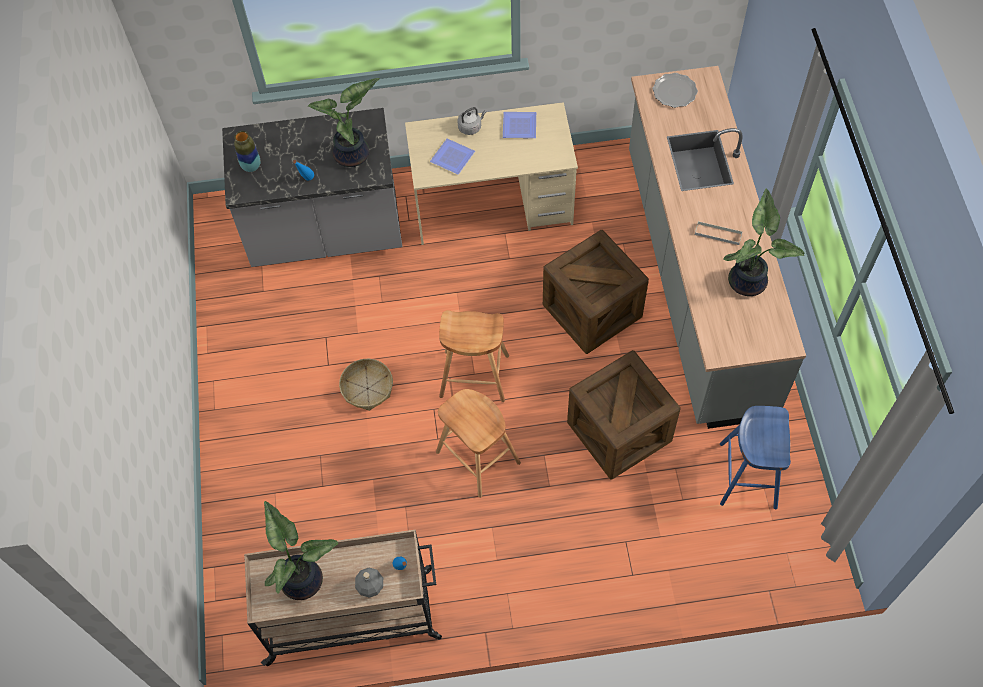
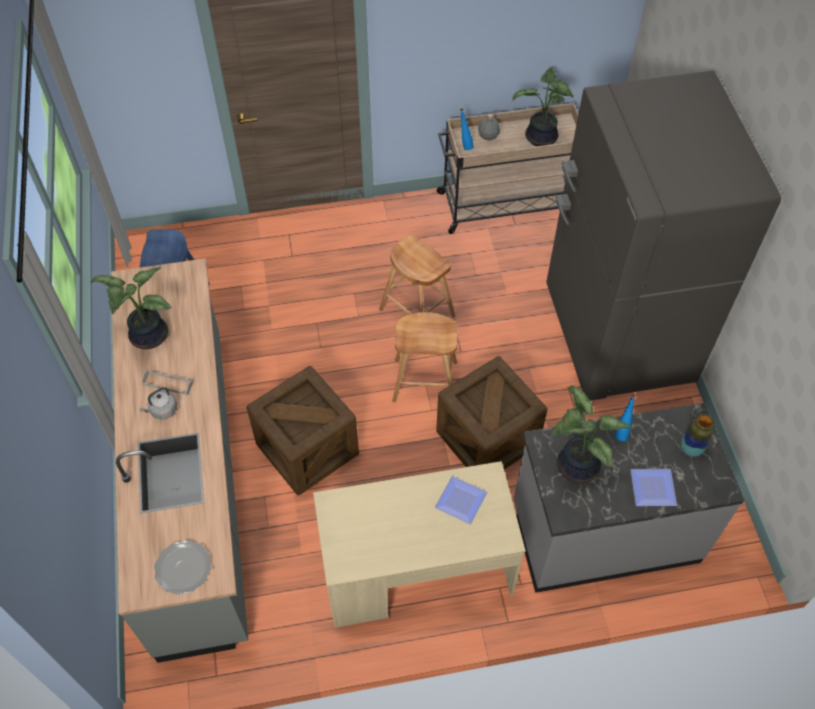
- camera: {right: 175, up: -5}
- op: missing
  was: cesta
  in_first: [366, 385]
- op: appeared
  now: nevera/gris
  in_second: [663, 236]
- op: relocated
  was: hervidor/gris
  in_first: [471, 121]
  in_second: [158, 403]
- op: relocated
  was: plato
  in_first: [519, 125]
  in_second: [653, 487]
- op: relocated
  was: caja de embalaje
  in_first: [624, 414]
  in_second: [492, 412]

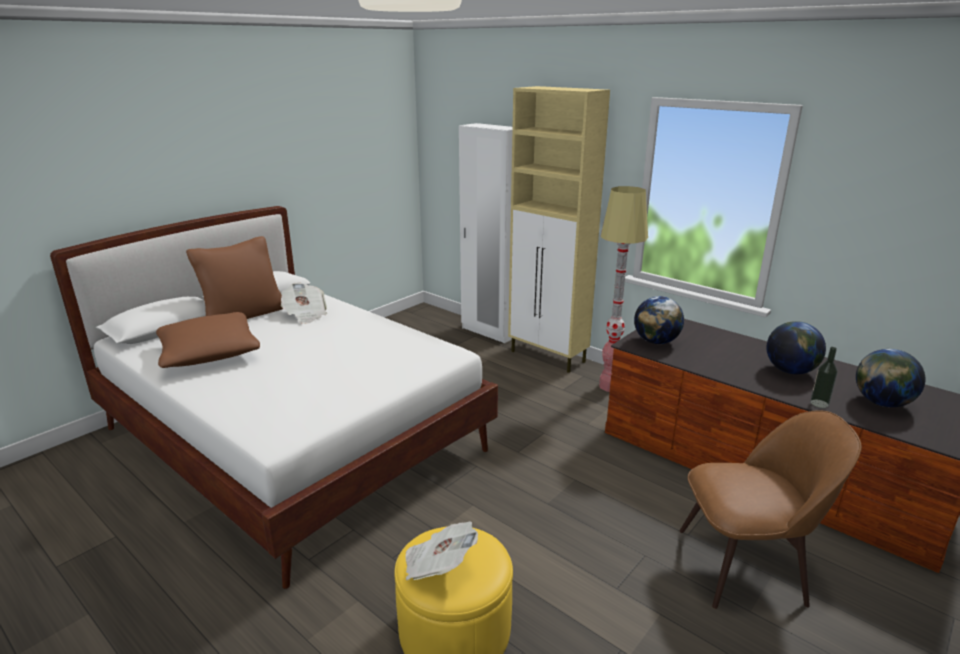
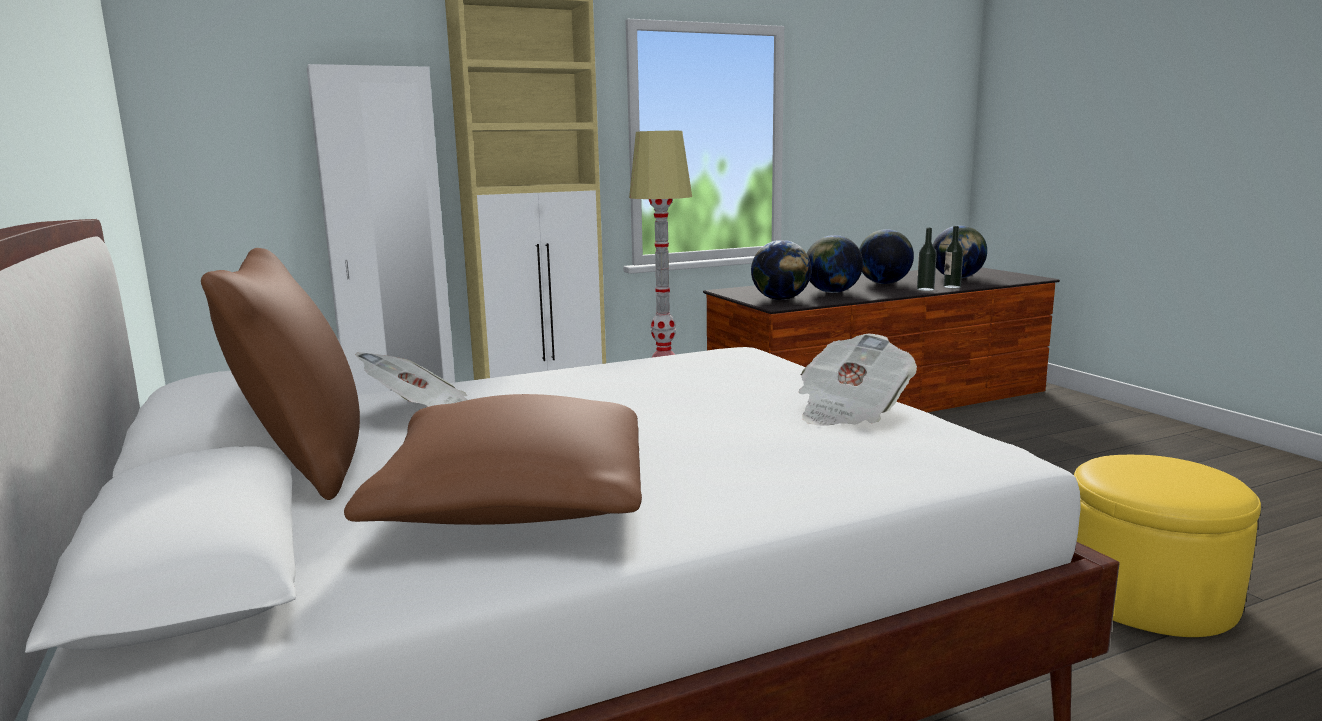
- camera: {right: -65, up: -10}
- op: missing
  was: silla/marrón
  in_first: [770, 509]
- op: appeared
  now: globo terráqueo
  in_second: [835, 264]
- op: appeared
  now: botella
  in_second: [927, 259]
- op: relocated
  was: periódico
  in_first: [441, 550]
  in_second: [857, 380]

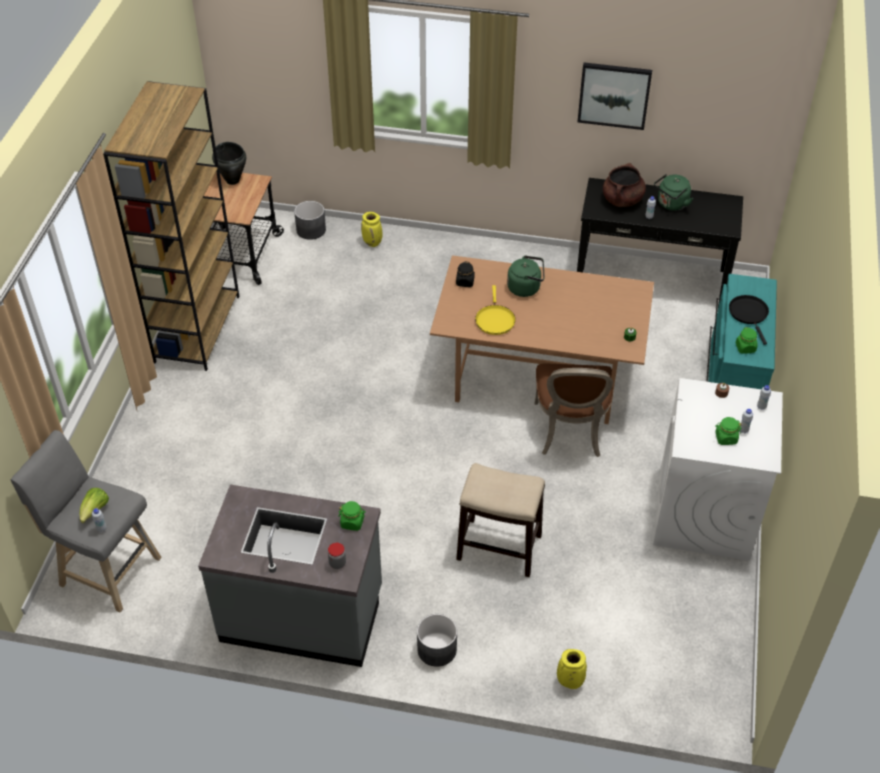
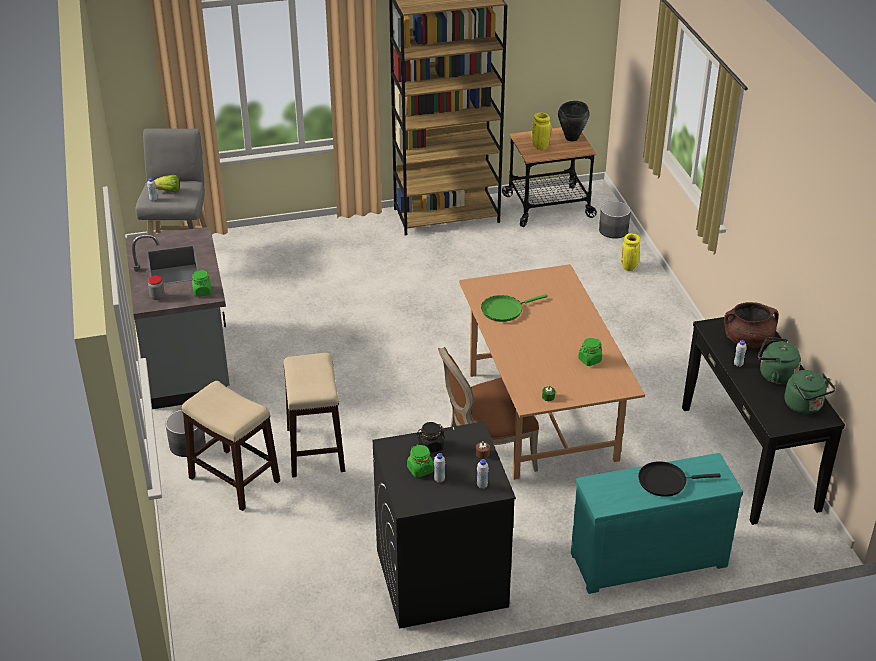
- camera: {right: 65, up: -10}
- op: missing
  was: cuadro
  in_first: [615, 96]
- op: appeared
  now: taburete
  in_second: [231, 446]
- op: relocated
  was: tarro/negro
  in_first: [465, 274]
  in_second: [431, 437]
- op: relocated
  was: hervidor/verde
  in_first: [526, 276]
  in_second: [810, 392]
- op: relocated
  was: florero/amarillo
  in_first: [572, 669]
  in_second: [541, 131]
- op: relocated
  was: tarro/verde
  in_first: [746, 340]
  in_second: [590, 352]
- op: colour
  was: sartén/amarillo
  now: sartén/verde
  in_first: [495, 310]
  in_second: [514, 308]
- op: colour
  was: lavadora/blanco
  now: lavadora/negro
  in_first: [718, 469]
  in_second: [444, 525]
- op: spun
  was: sartén/negro
  in_first: [749, 320]
  in_second: [679, 479]
  clockwise: -150

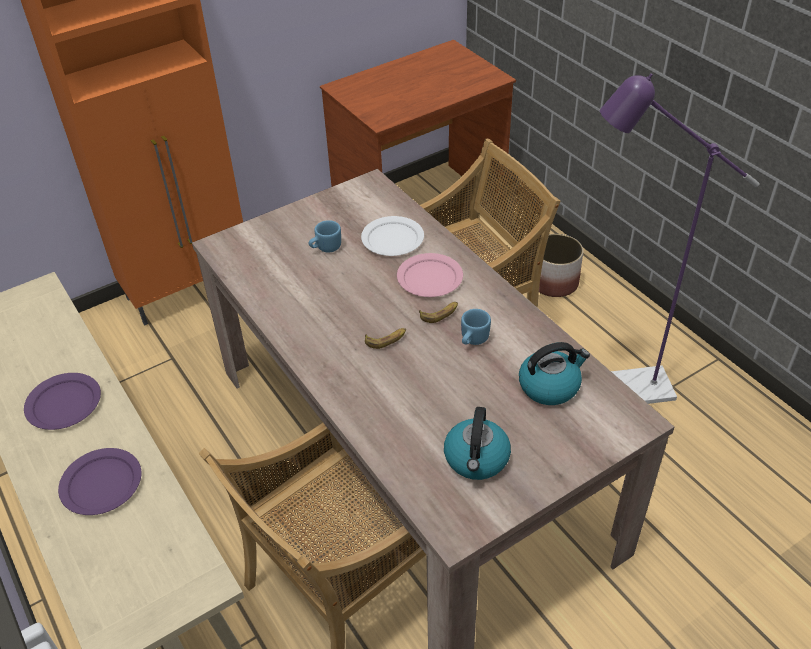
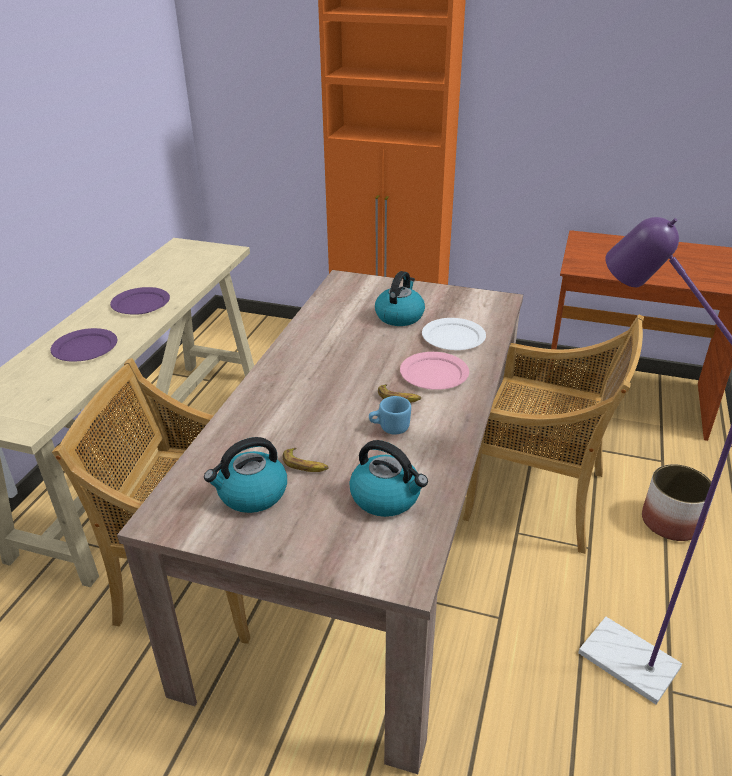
- camera: {right: 50, up: -10}
- op: relocated
  was: plátano
  in_first: [385, 338]
  in_second: [306, 460]
- op: exchanged
  was: taza grande/azul
  now: hervidor
  in_first: [325, 236]
  in_second: [400, 298]

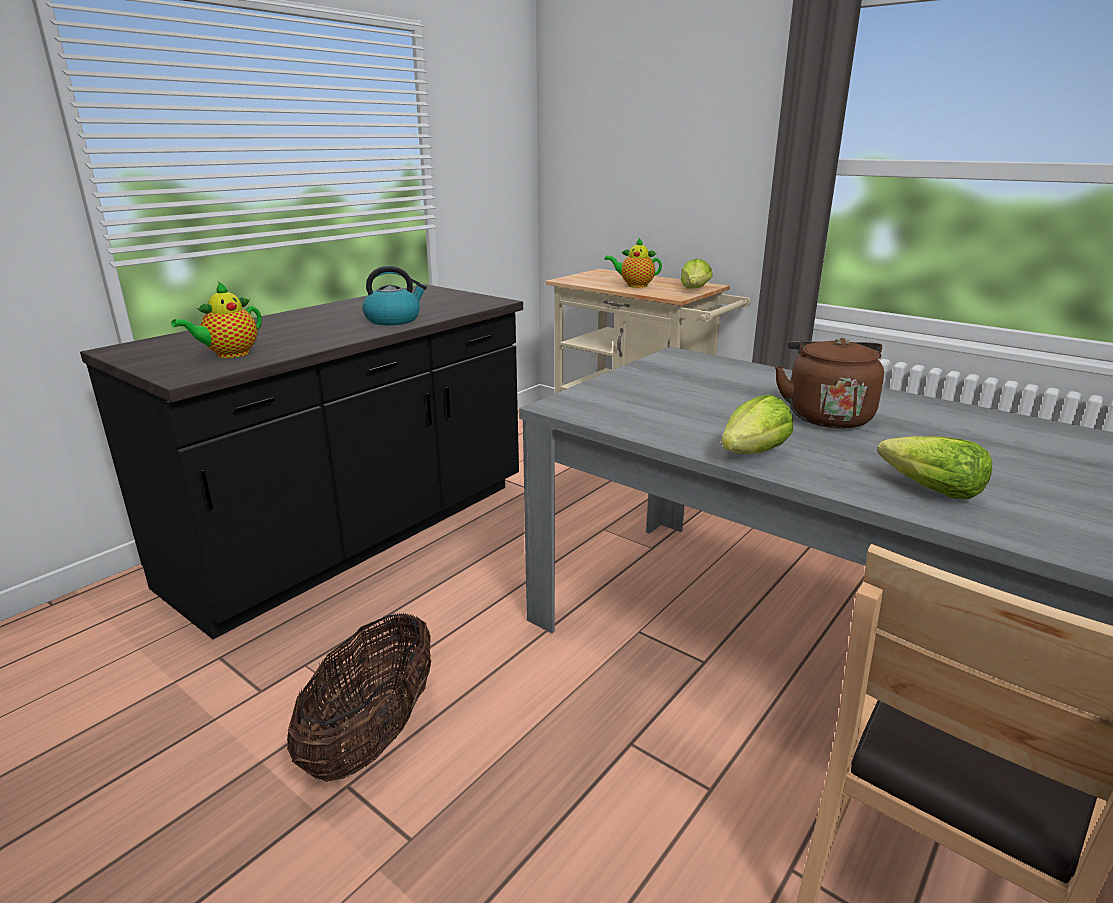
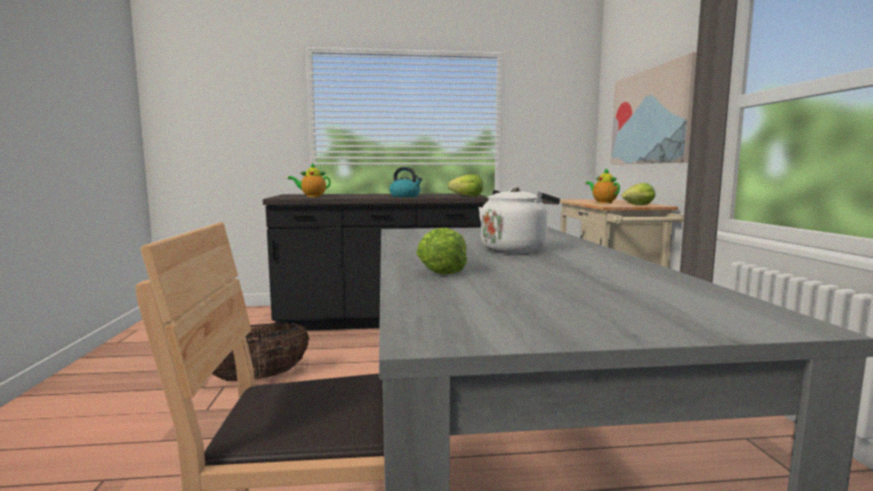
- camera: {right: 45, up: -15}
- op: appeared
  now: cuadro
  in_second: [654, 108]
- op: relocated
  was: lechuga
  in_first: [757, 424]
  in_second: [465, 185]
- op: colour
  was: hervidor/marrón
  now: hervidor/blanco
  in_first: [829, 383]
  in_second: [519, 220]

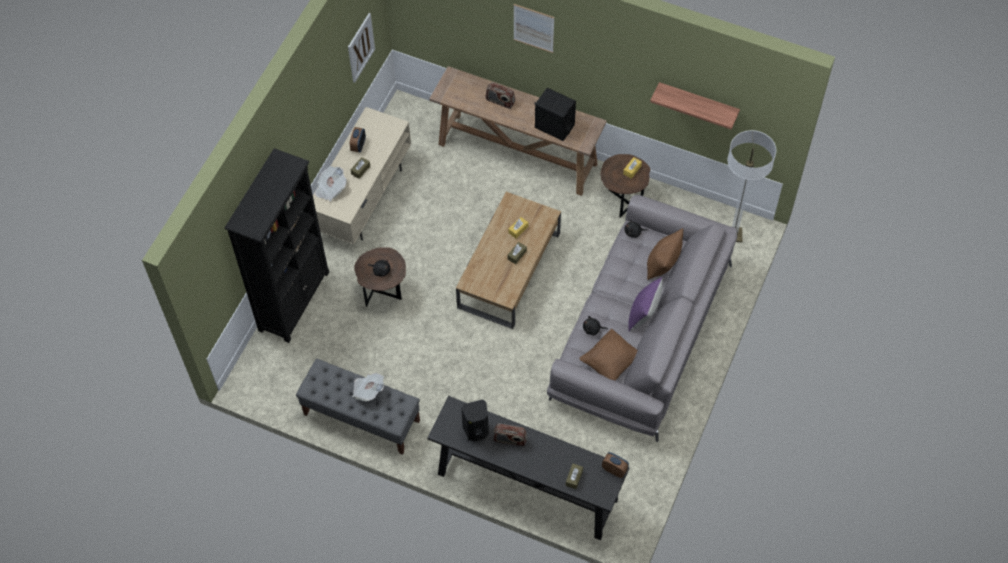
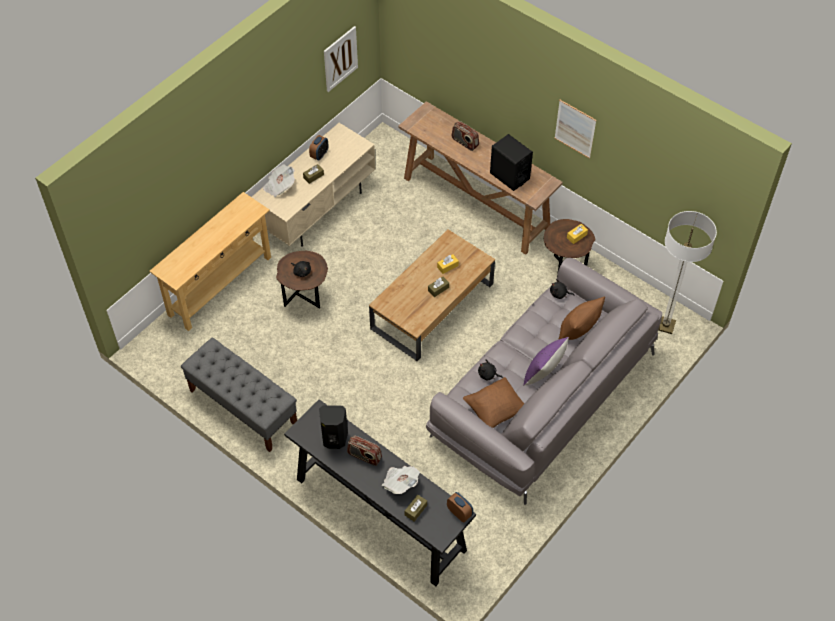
- camera: {right: 15, up: -5}
- op: missing
  was: estante
  in_first: [695, 105]
- op: relocated
  was: periódico
  in_first: [368, 387]
  in_second: [400, 480]
- op: relocated
  was: cuadro
  in_first: [533, 28]
  in_second: [575, 129]
- op: exchanged
  was: estantería/negro
  now: mesa consola/beis
  in_first: [277, 245]
  in_second: [210, 261]

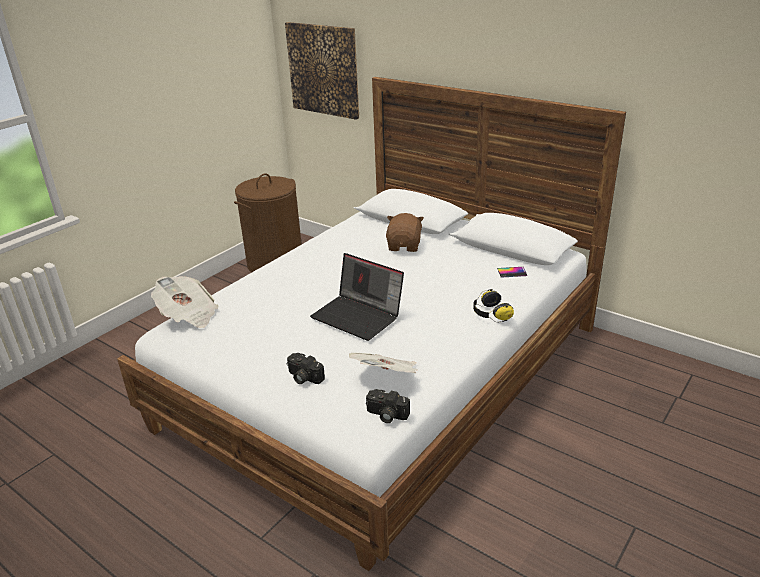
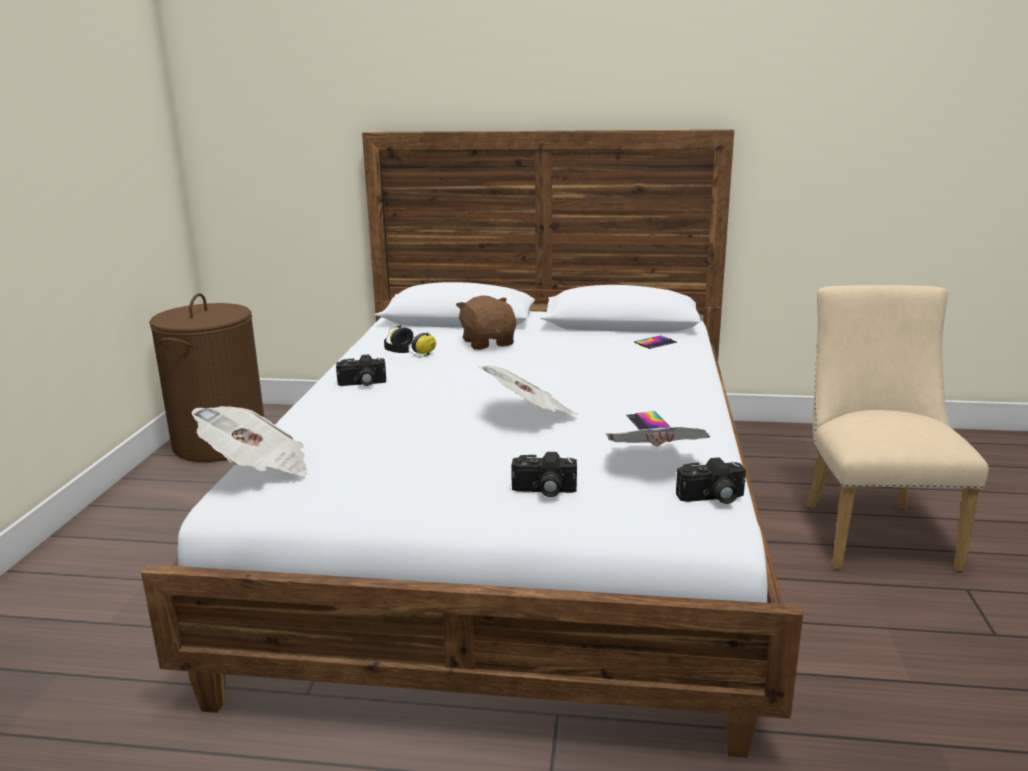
- camera: {right: -30, up: -10}
- op: missing
  was: cuadro
  in_first: [322, 71]
- op: appeared
  now: cámara
  in_second: [361, 370]
- op: appeared
  now: móvil
  in_second: [648, 420]
- op: appeared
  now: silla/beis
  in_second: [897, 428]
- op: relocated
  was: auriculares
  in_first: [493, 306]
  in_second: [410, 341]
- op: exchanged
  was: portátil
  now: periódico
  in_first: [357, 297]
  in_second: [528, 390]

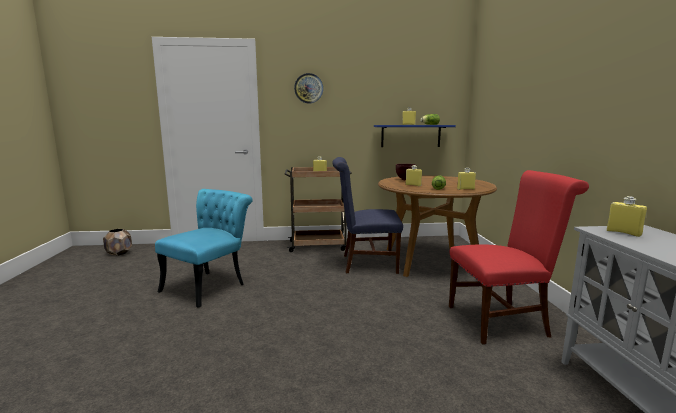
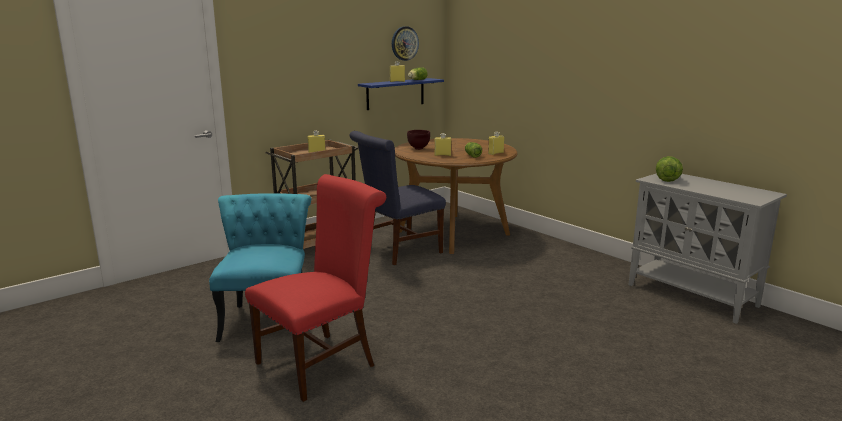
- camera: {right: -35, up: 5}
- op: missing
  was: maceta/marrón
  in_first: [117, 242]
- op: relocated
  was: reloj de pared
  in_first: [308, 88]
  in_second: [405, 43]
- op: relocated
  was: silla/rojo
  in_first: [519, 257]
  in_second: [315, 288]
- op: exchanged
  was: botella/amarillo
  now: lechuga
  in_first: [627, 216]
  in_second: [669, 169]

